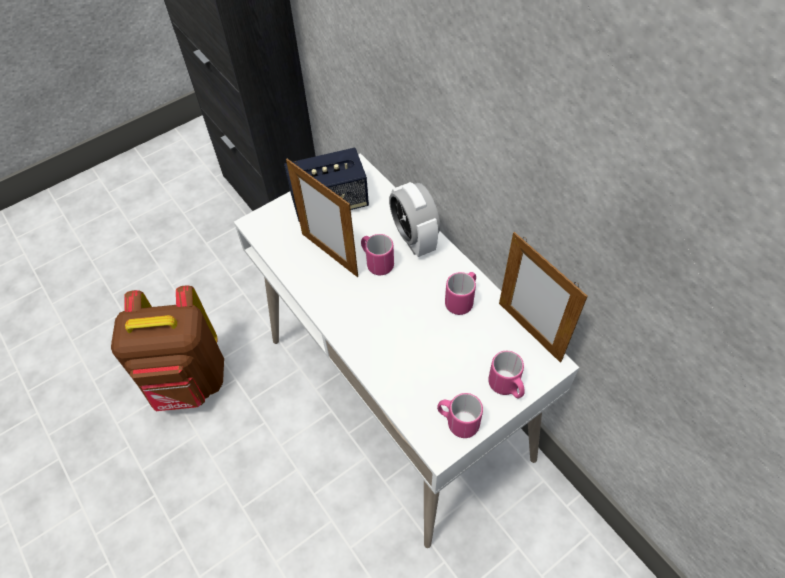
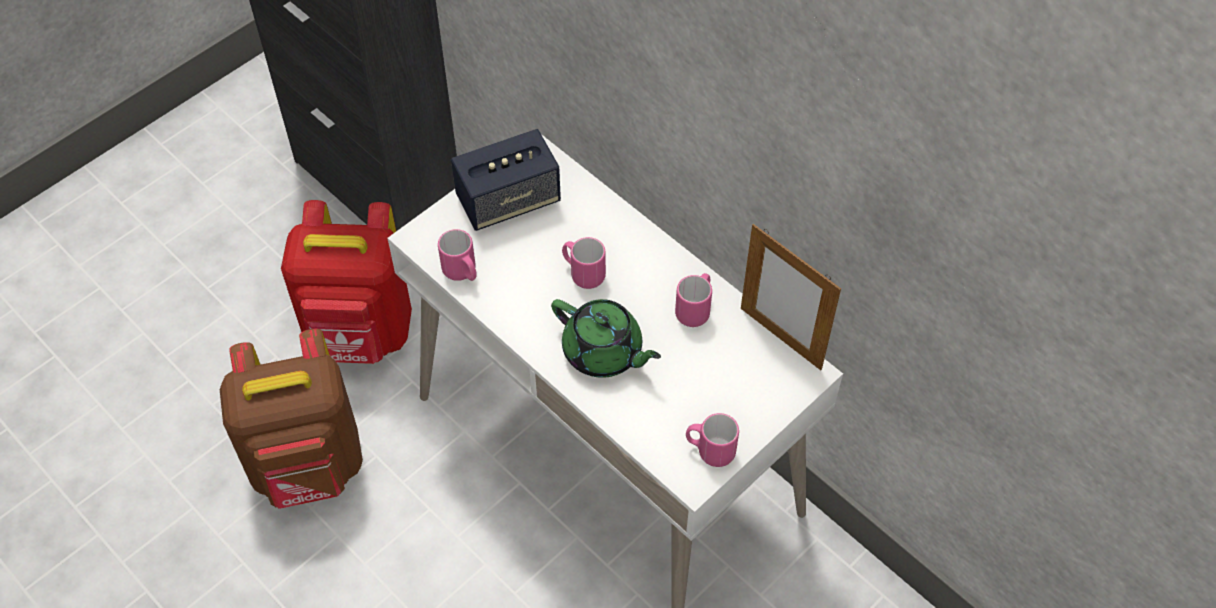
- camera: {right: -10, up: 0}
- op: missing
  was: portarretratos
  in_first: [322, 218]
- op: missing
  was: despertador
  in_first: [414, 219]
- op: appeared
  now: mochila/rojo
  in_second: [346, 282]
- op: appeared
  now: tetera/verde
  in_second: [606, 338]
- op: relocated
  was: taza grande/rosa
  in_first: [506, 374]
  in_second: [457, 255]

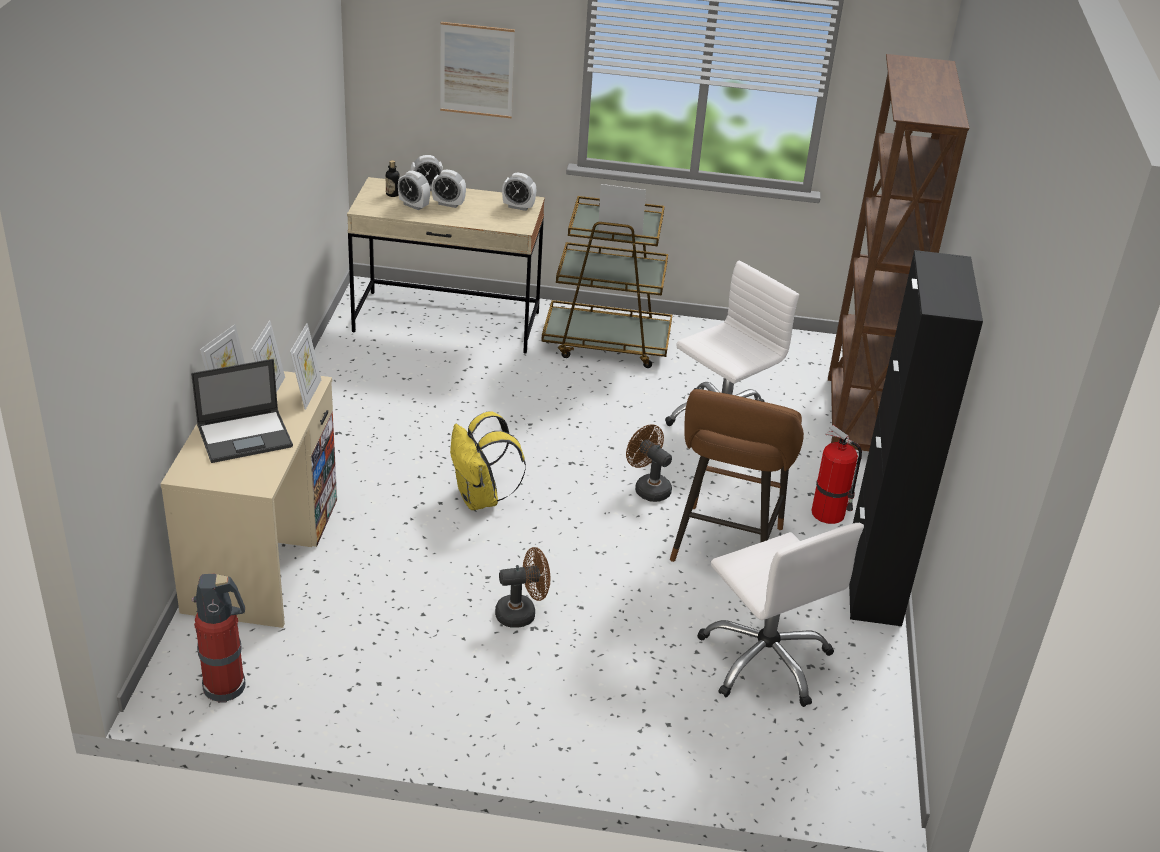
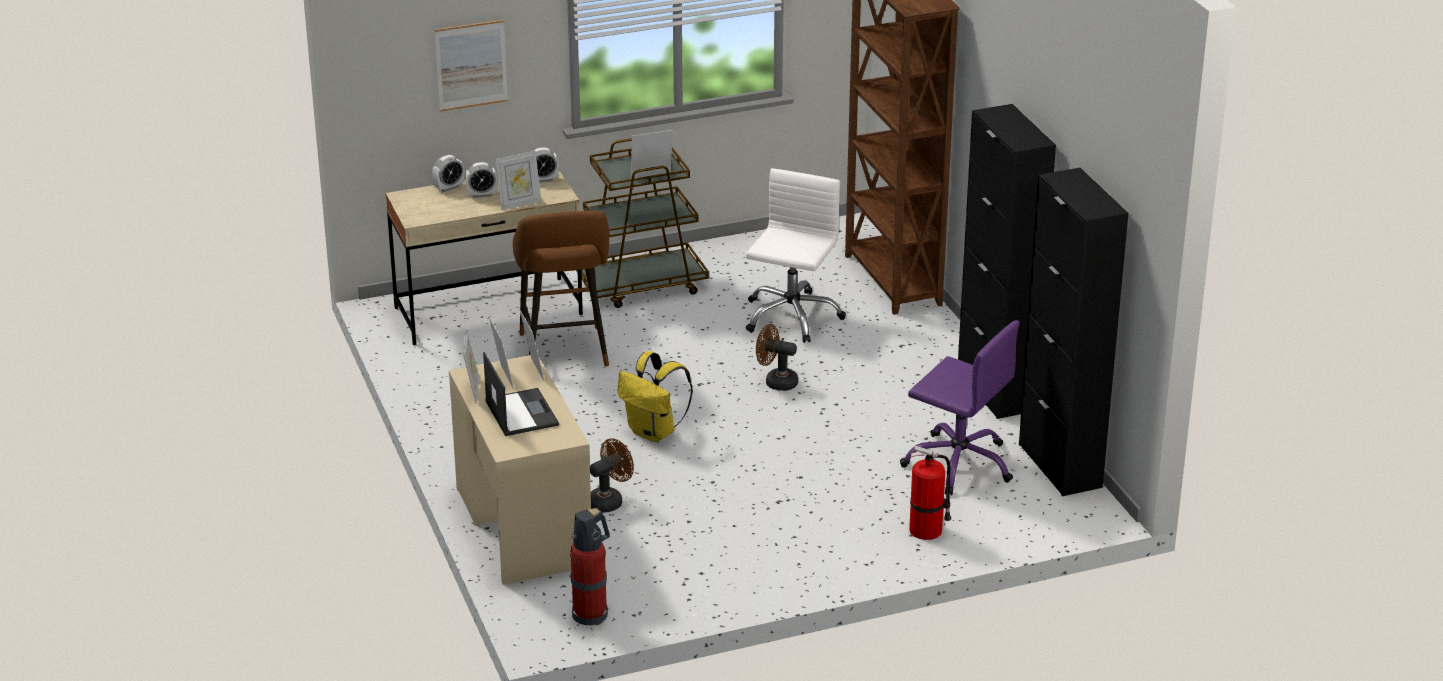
- camera: {right: -25, up: -5}
- op: missing
  was: botella
  in_first: [393, 178]
- op: missing
  was: despertador
  in_first: [414, 190]
- op: appeared
  now: portarretratos
  in_second: [518, 180]
- op: appeared
  now: armario/negro
  in_second: [1073, 332]
- op: relocated
  was: ventilador/marrón
  in_first: [522, 587]
  in_second: [612, 475]
- op: relocated
  was: taburete/marrón
  in_first: [737, 475]
  in_second: [561, 288]
- op: relocated
  was: extintor
  in_first: [836, 474]
  in_second: [930, 492]
- op: colour
  was: silla de oficina/blanco
  now: silla de oficina/morado
  in_first: [780, 615]
  in_second: [960, 407]
- op: spun
  was: portátil
  in_first: [242, 411]
  in_second: [521, 394]
  clockwise: -60

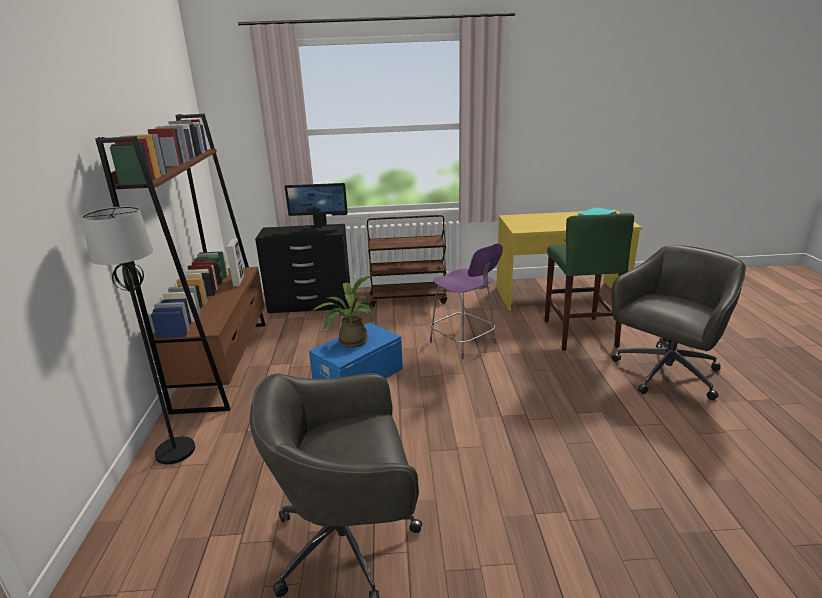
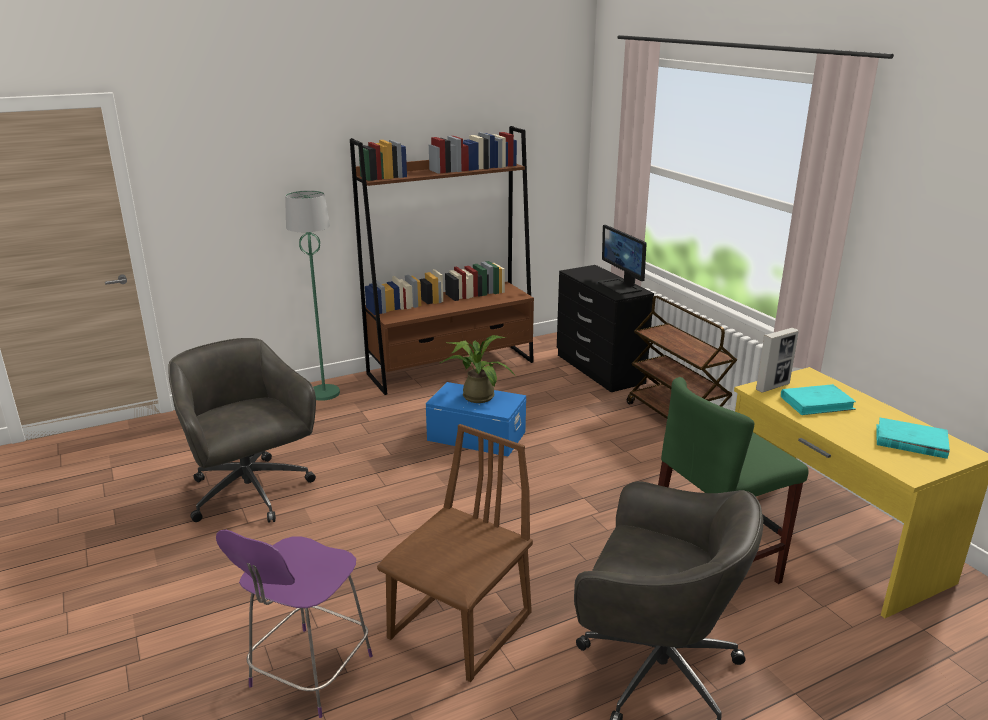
- camera: {right: 65, up: 0}
- op: appeared
  now: silla/marrón
  in_second: [455, 553]
- op: appeared
  now: libro/turquesa
  in_second: [818, 399]
- op: relocated
  was: portarretratos
  in_first: [235, 262]
  in_second: [777, 360]
- op: relocated
  was: silla/morado
  in_first: [466, 301]
  in_second: [294, 624]
- op: colour
  was: lámpara de pie/negro
  now: lámpara de pie/verde
  in_first: [138, 335]
  in_second: [312, 295]

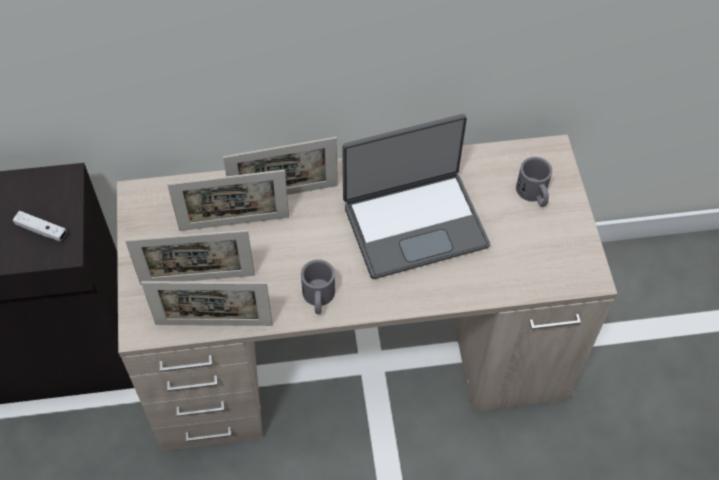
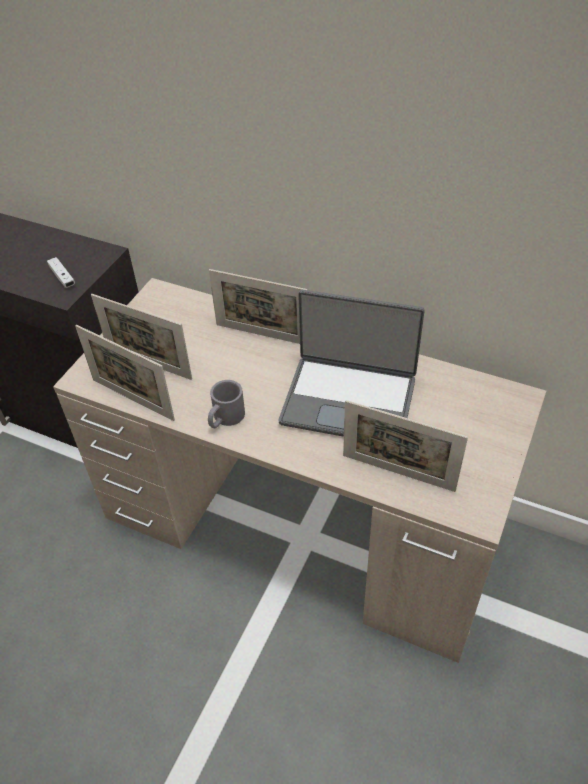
- camera: {right: 35, up: -10}
- op: missing
  was: taza grande/gris
  in_first: [534, 182]
- op: relocated
  was: portarretratos
  in_first: [228, 200]
  in_second: [405, 446]

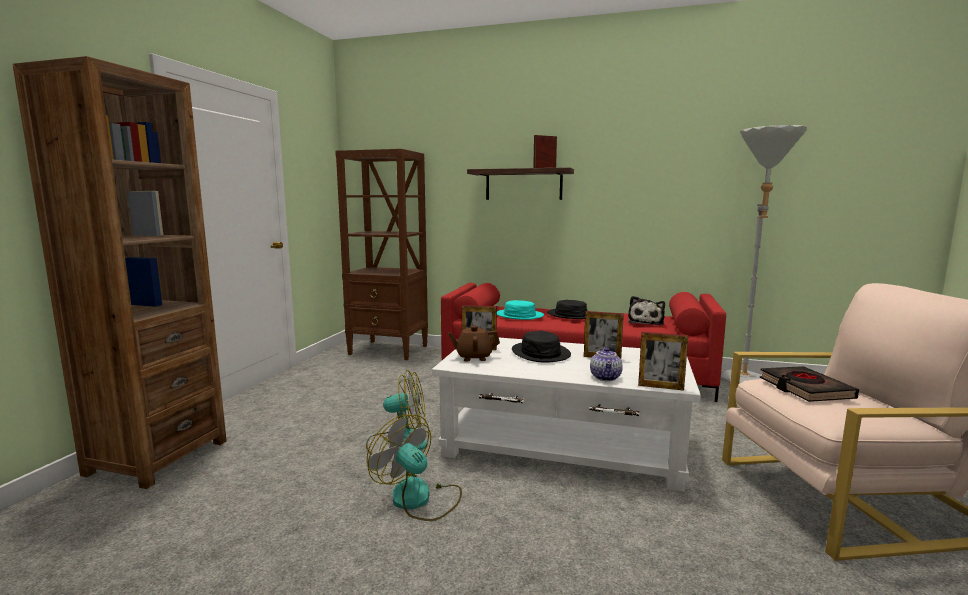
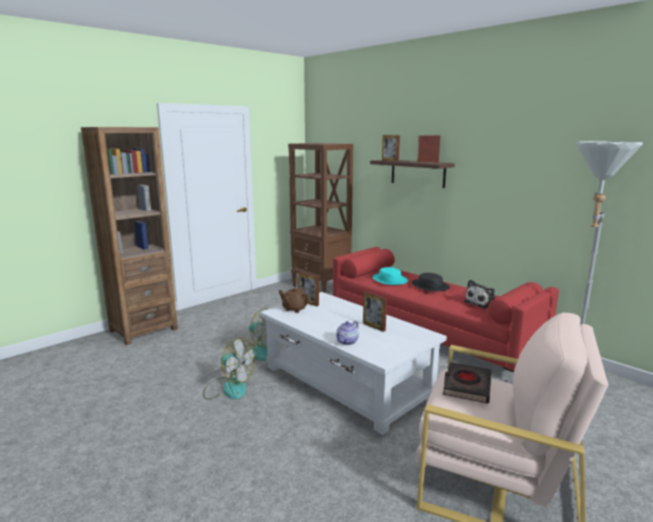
- camera: {right: 30, up: 5}
- op: missing
  was: sombrero/negro
  in_first: [541, 347]
- op: relocated
  was: portarretratos
  in_first: [663, 361]
  in_second: [391, 148]
- op: spun
  was: ventilador
  in_first: [414, 468]
  in_second: [229, 368]
  clockwise: 135

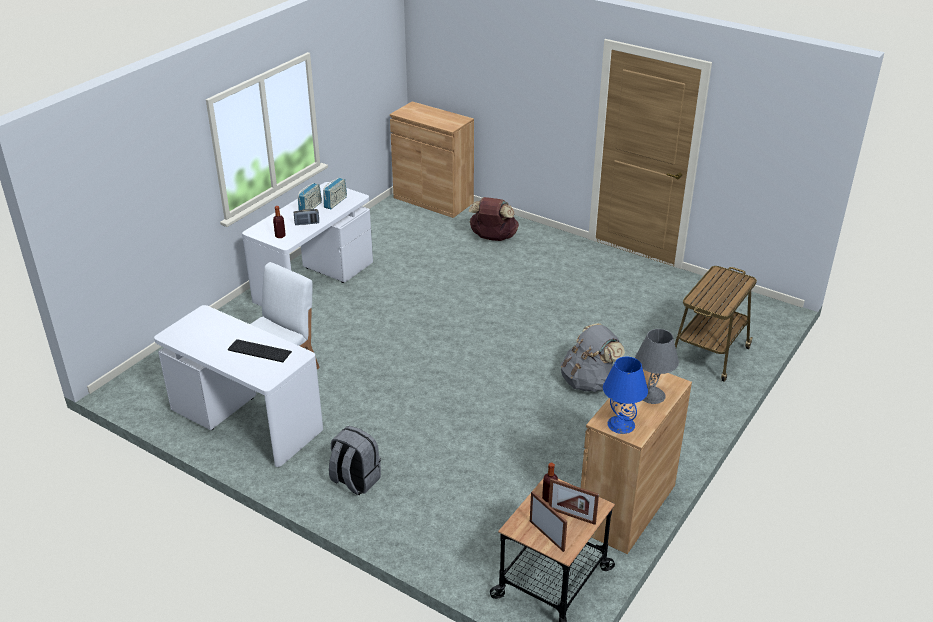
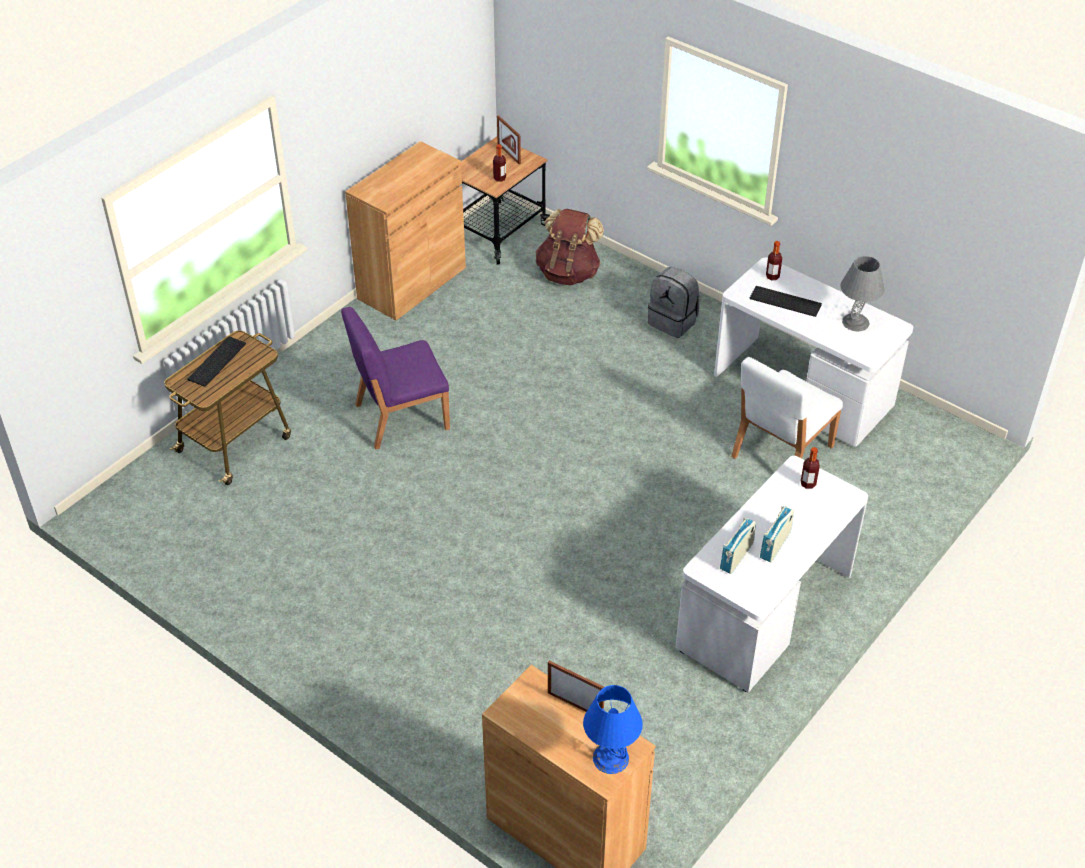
- camera: {right: -175, up: 10}
- op: missing
  was: radio
  in_first: [306, 217]
- op: appeared
  now: teclado
  in_second: [216, 361]
- op: appeared
  now: botella
  in_second: [774, 260]
- op: relocated
  was: mochila/marrón
  in_first: [494, 219]
  in_second: [570, 247]
- op: relocated
  was: portarretratos
  in_first: [573, 501]
  in_second: [576, 686]
- op: relocated
  was: lámpara de mesa/azul
  in_first: [625, 395]
  in_second: [613, 729]
- op: relocated
  was: lámpara de mesa/gris
  in_first: [657, 366]
  in_second: [862, 293]
- op: exchanged
  was: mochila/gris
  now: silla/morado
  in_first: [592, 357]
  in_second: [395, 378]

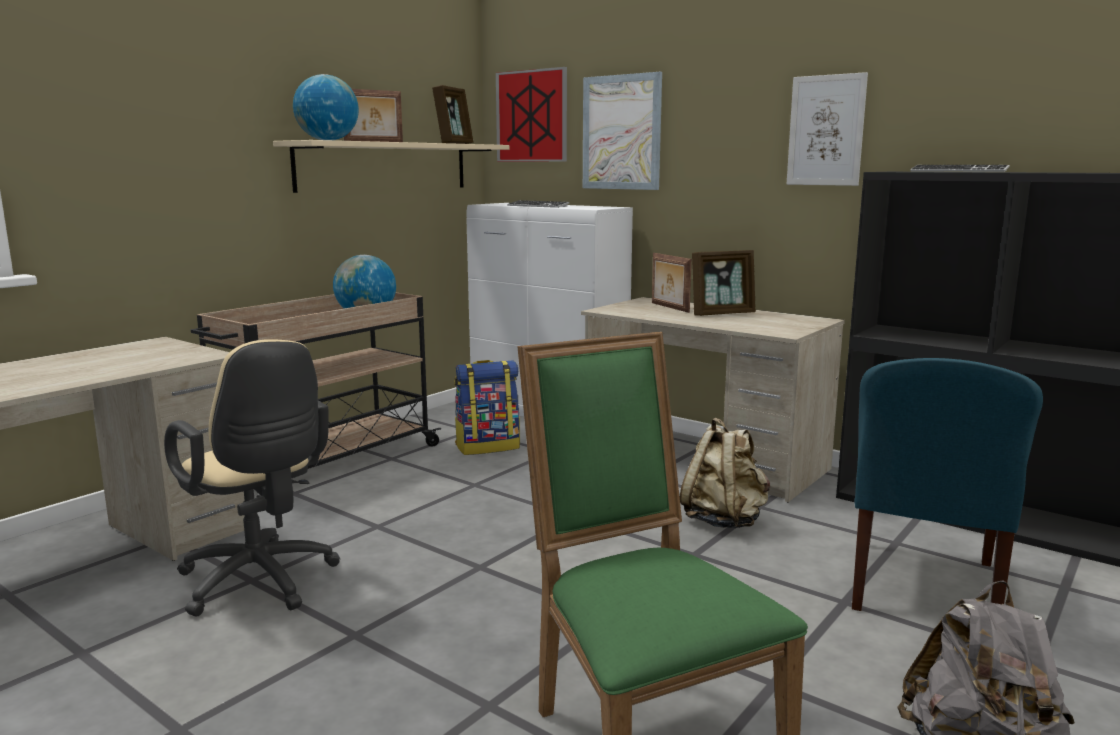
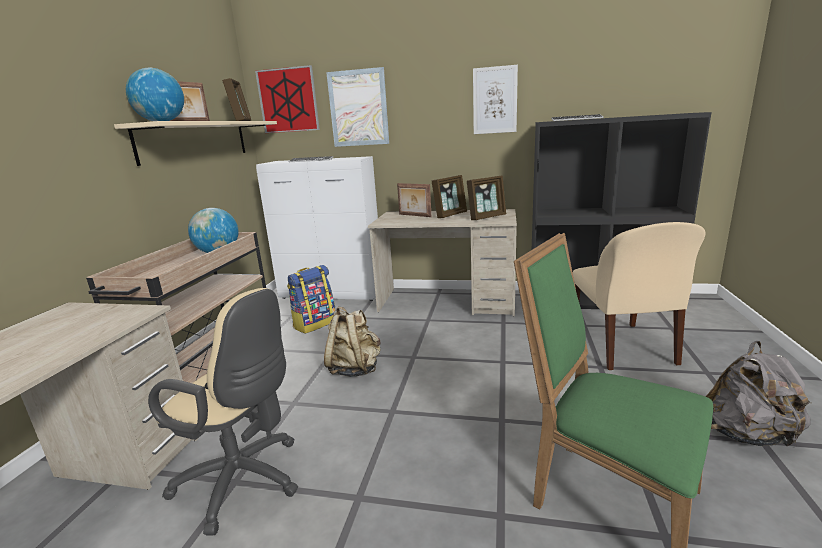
- camera: {right: -25, up: 5}
- op: appeared
  now: portarretratos
  in_second: [486, 197]
- op: relocated
  was: mochila/beis
  in_first: [725, 472]
  in_second: [352, 341]
- op: colour
  was: silla/azul
  now: silla/beis
  in_first: [947, 484]
  in_second: [639, 296]

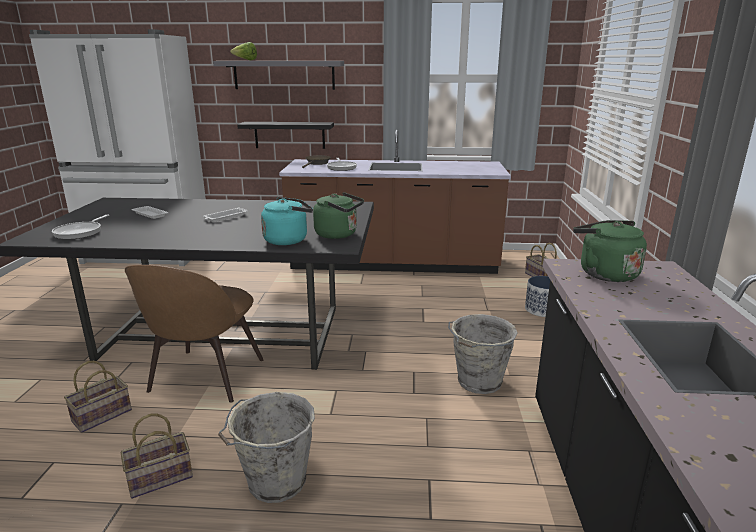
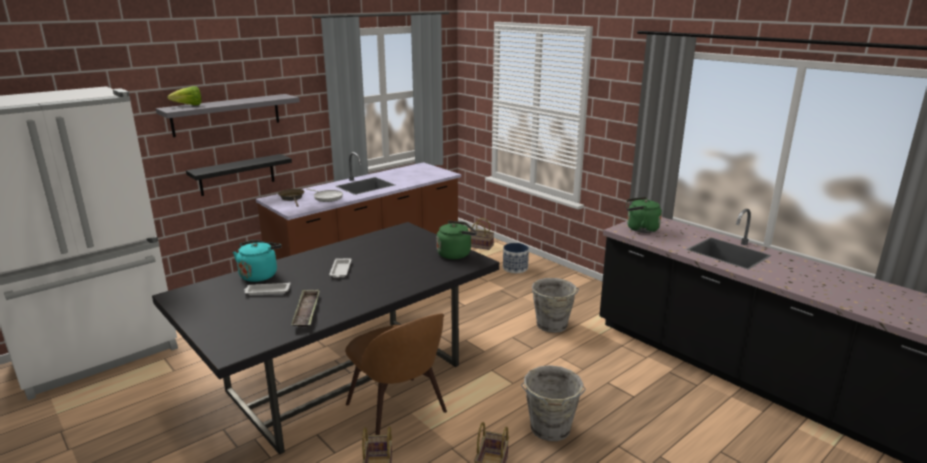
- camera: {right: -45, up: 0}
- op: missing
  was: sartén
  in_first: [81, 227]
- op: appeared
  now: bandeja
  in_second: [305, 308]
- op: relocated
  was: hervidor/turquesa
  in_first: [287, 221]
  in_second: [257, 261]

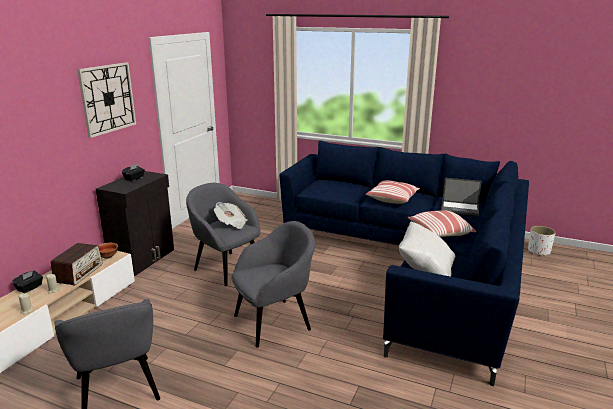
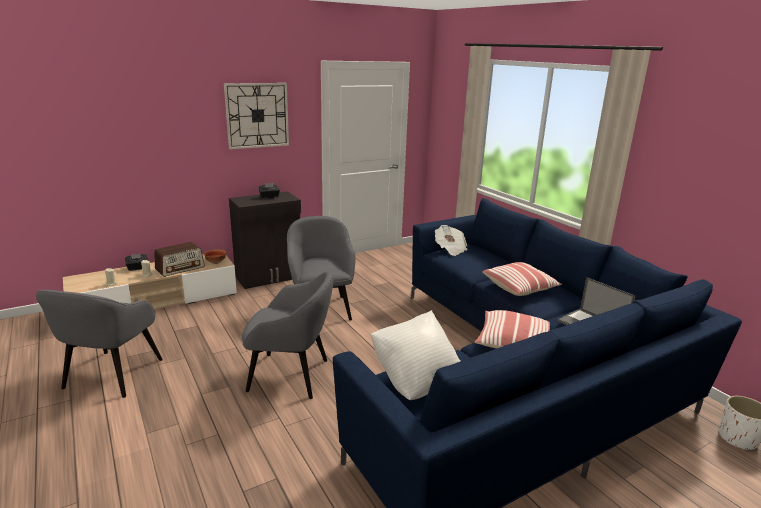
- camera: {right: 35, up: 0}
- op: relocated
  was: periódico
  in_first: [230, 215]
  in_second: [451, 240]

